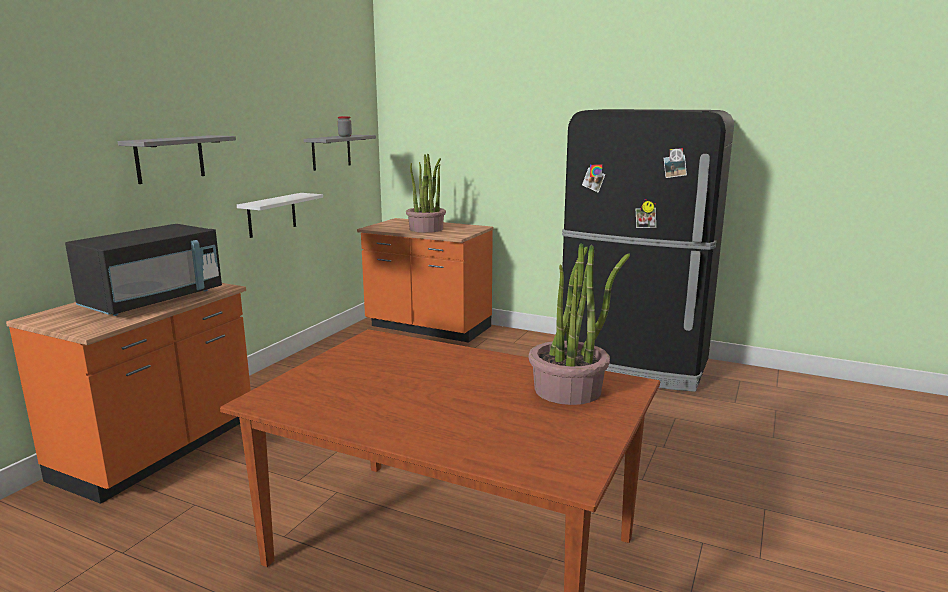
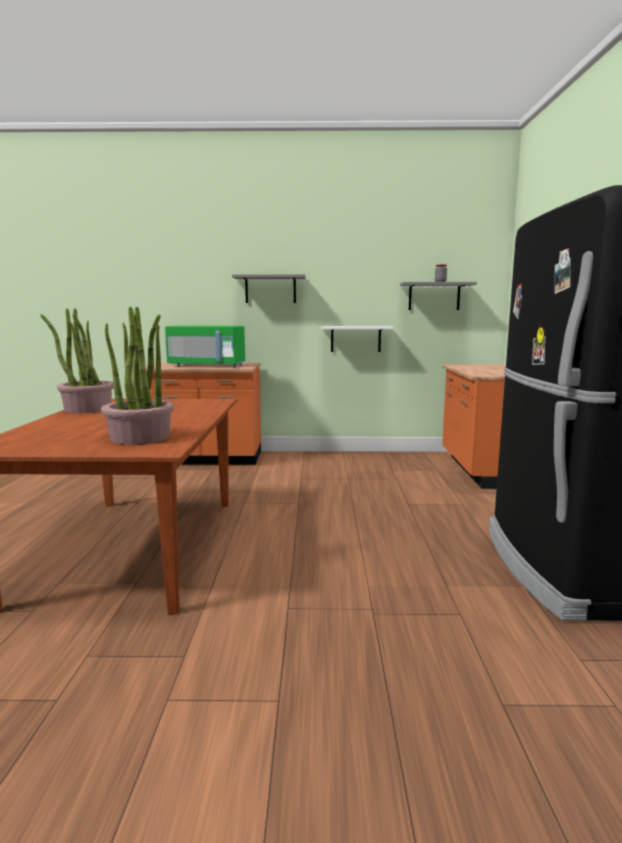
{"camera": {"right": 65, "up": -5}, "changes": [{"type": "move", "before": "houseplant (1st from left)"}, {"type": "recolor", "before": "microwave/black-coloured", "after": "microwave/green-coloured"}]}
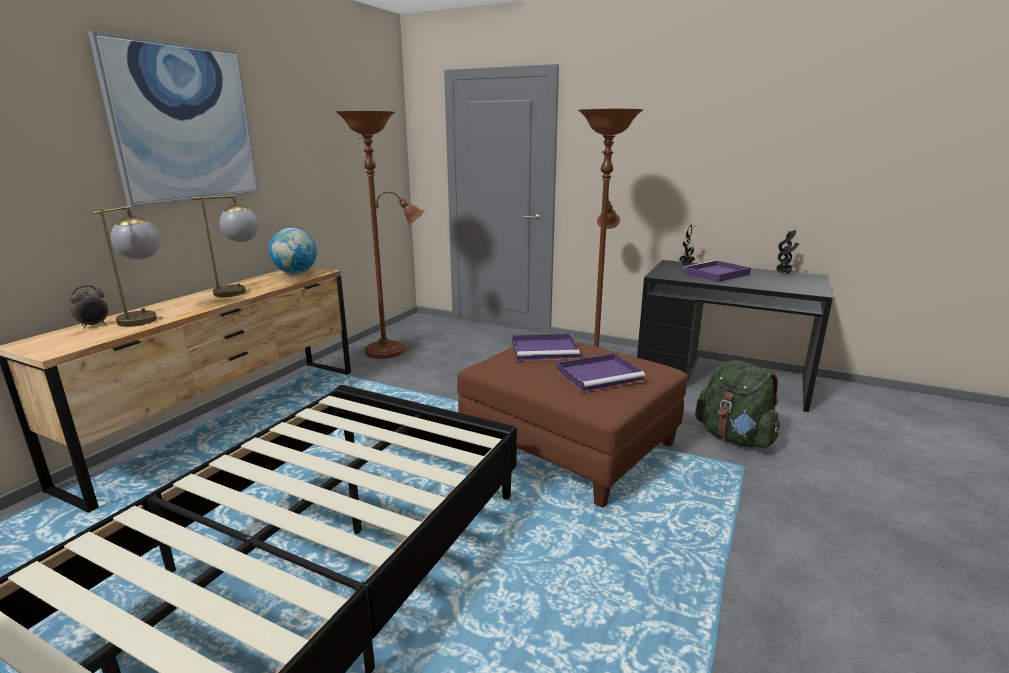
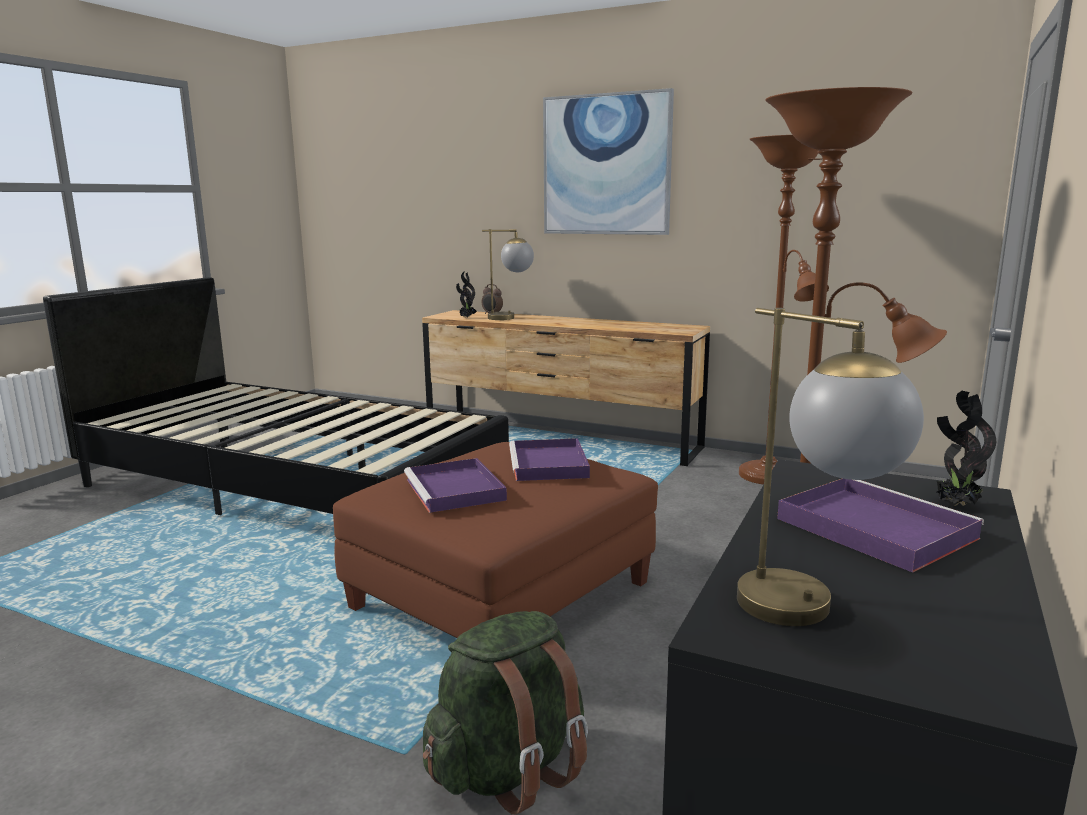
{"camera": {"right": 90, "up": -5}, "changes": [{"type": "move", "before": "lamp for a table (2nd from left)"}, {"type": "delete", "before": "world globe"}, {"type": "move", "before": "houseplant (2nd from left in the first image)", "after": "houseplant (1st from left)"}]}
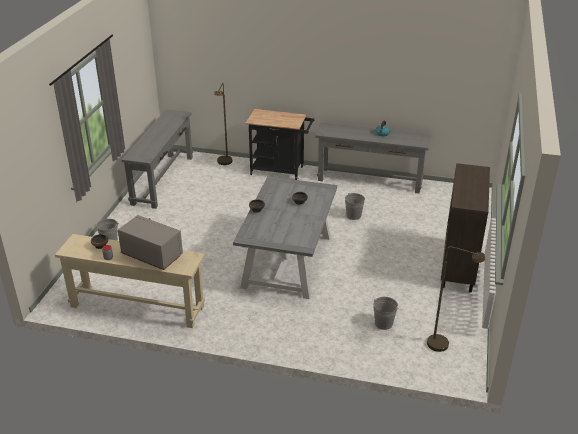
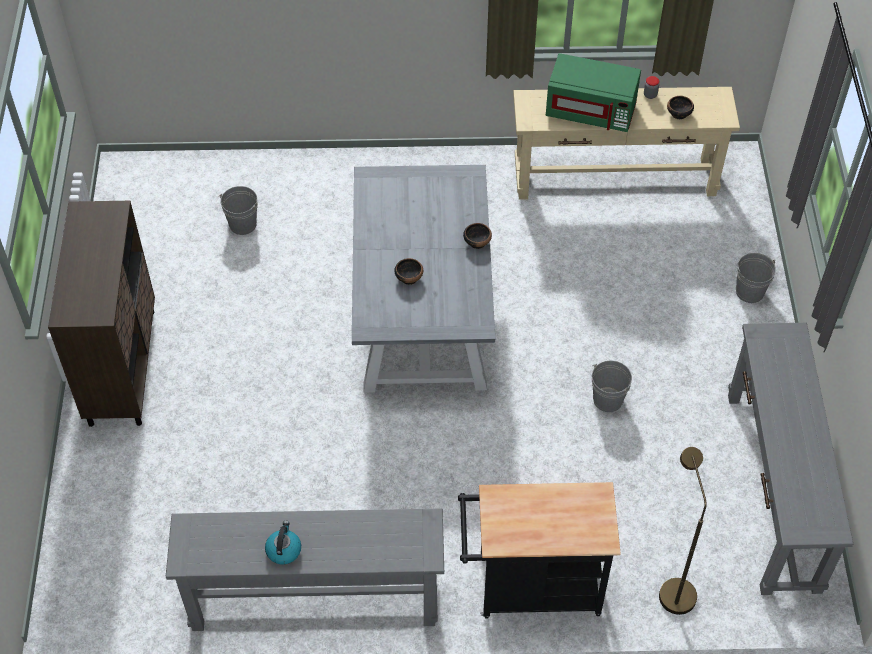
{"camera": {"right": 165, "up": 20}, "changes": [{"type": "move", "before": "bucket/grey (2nd from left)"}, {"type": "recolor", "before": "microwave/grey", "after": "microwave/green-coloured"}, {"type": "delete", "before": "standing lamp/brown (2nd from left)"}]}
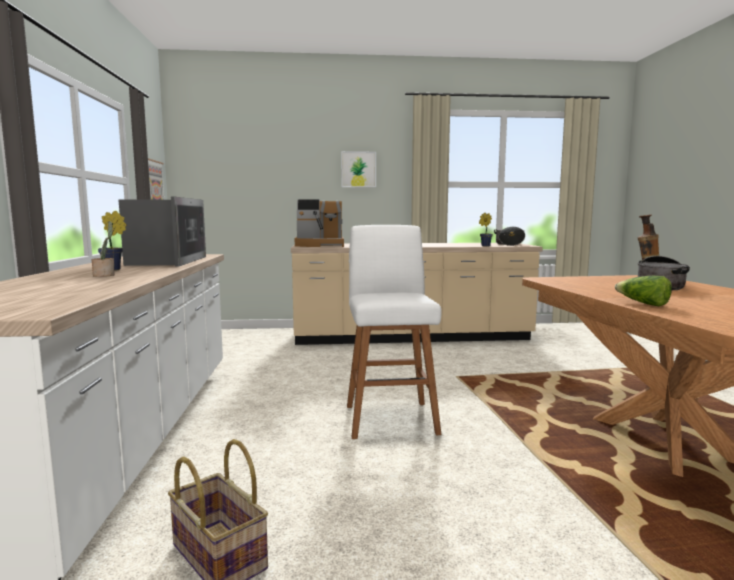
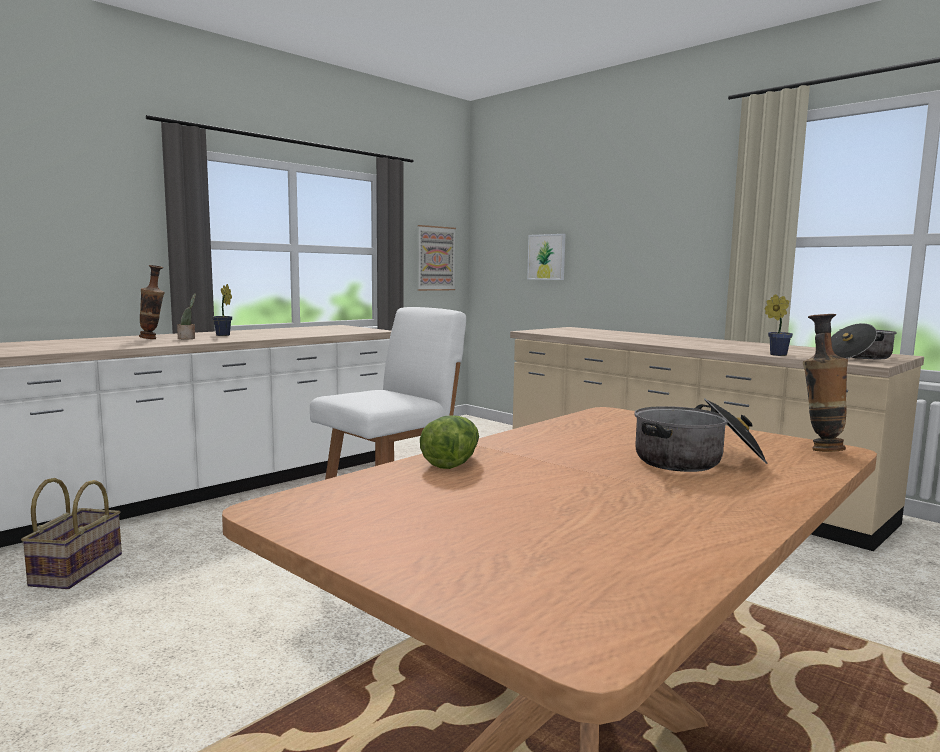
{"camera": {"right": 50, "up": 0}, "changes": [{"type": "move", "before": "wall art (2nd from left)"}, {"type": "delete", "before": "microwave"}, {"type": "delete", "before": "coffee maker"}, {"type": "insert", "after": "flower vase (1st from left)"}]}
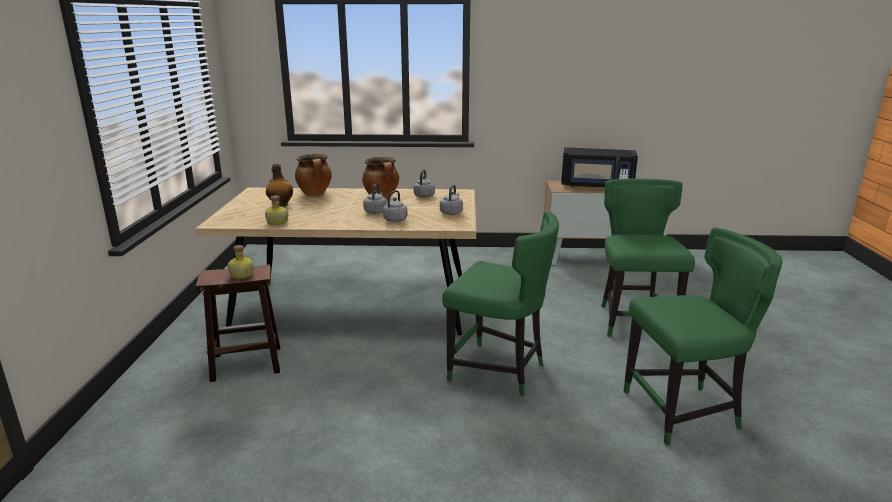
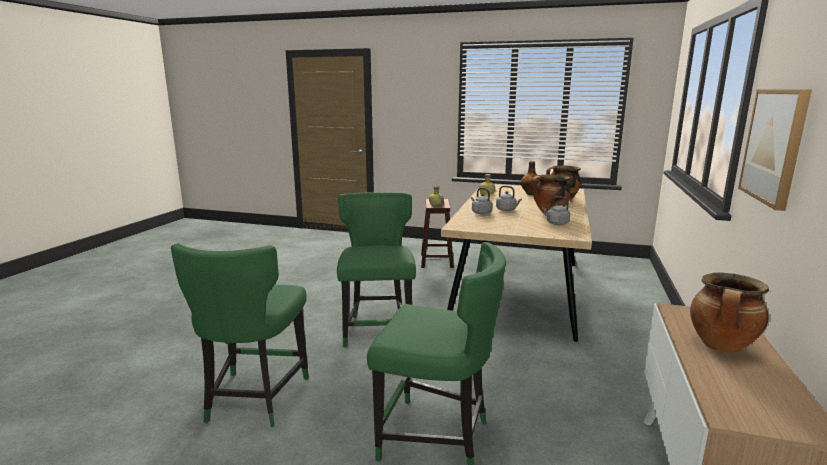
{"camera": {"right": 105, "up": -5}, "changes": [{"type": "replace", "before": "microwave/black-coloured", "after": "stockpot (3rd from left)"}, {"type": "delete", "before": "kettle/grey (4th from left)"}, {"type": "rotate", "before": "upright chair/green-coloured (1st from left in the first image)", "turn": 135}, {"type": "insert", "after": "wall art"}]}
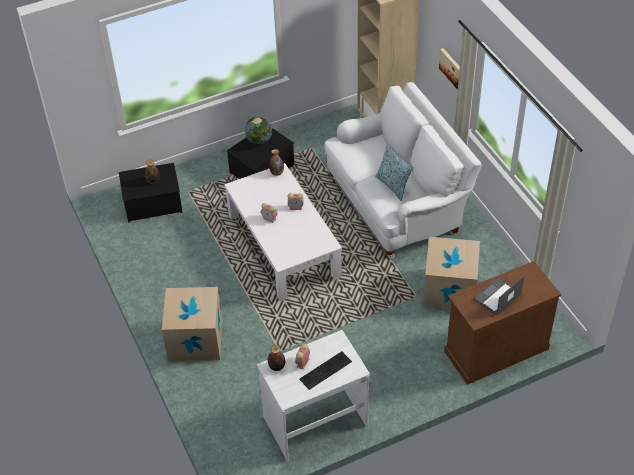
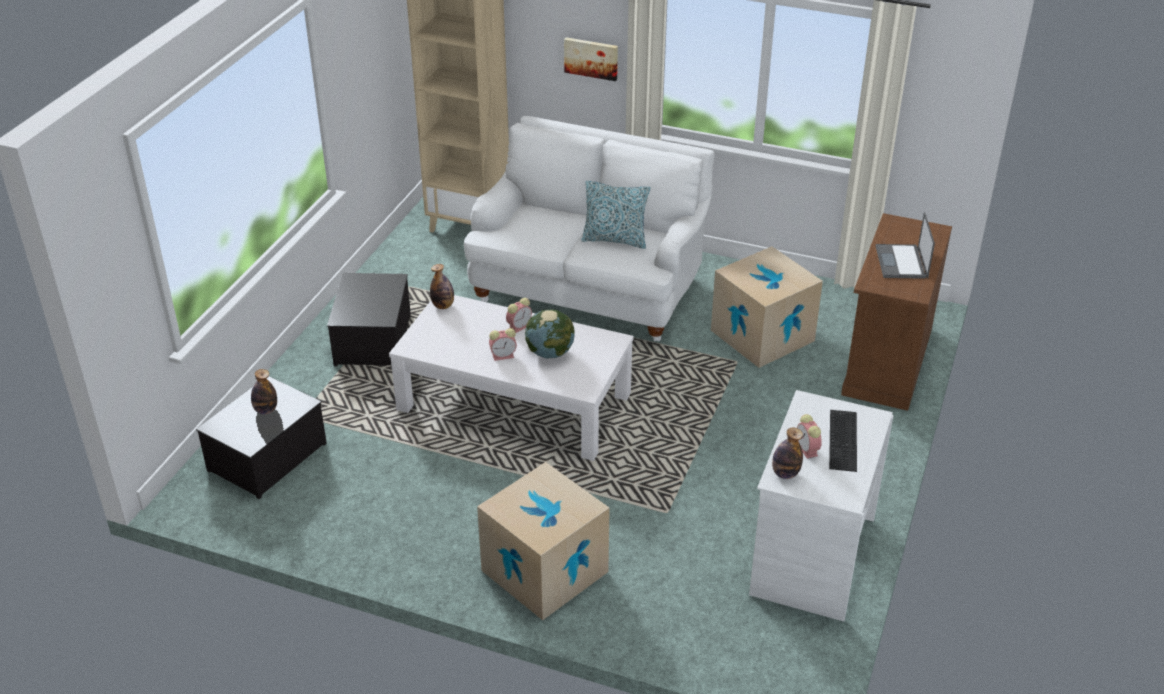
{"camera": {"right": -45, "up": -10}, "changes": [{"type": "move", "before": "world globe"}]}
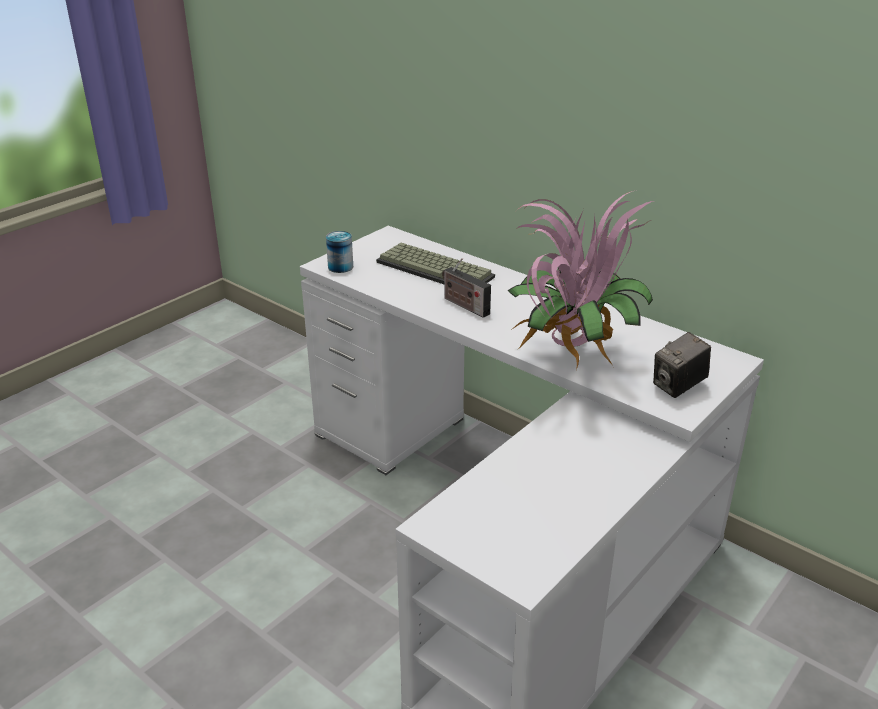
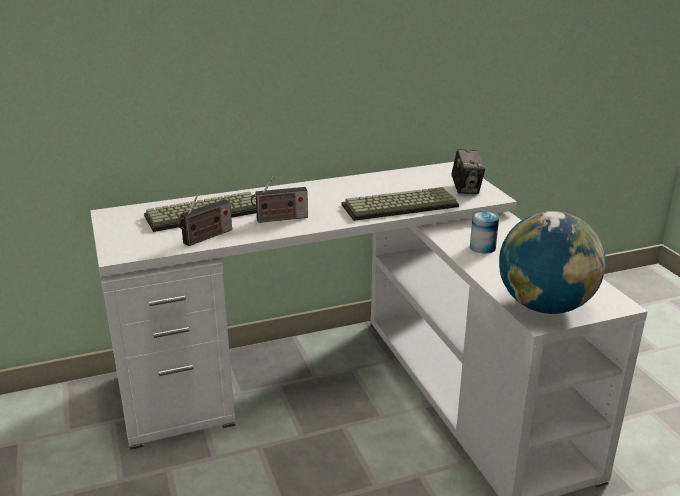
{"camera": {"right": -60, "up": -5}, "changes": [{"type": "replace", "before": "houseplant", "after": "keyboard (2nd from left)"}, {"type": "move", "before": "metal can"}, {"type": "insert", "after": "radio (1st from left)"}, {"type": "insert", "after": "world globe"}]}
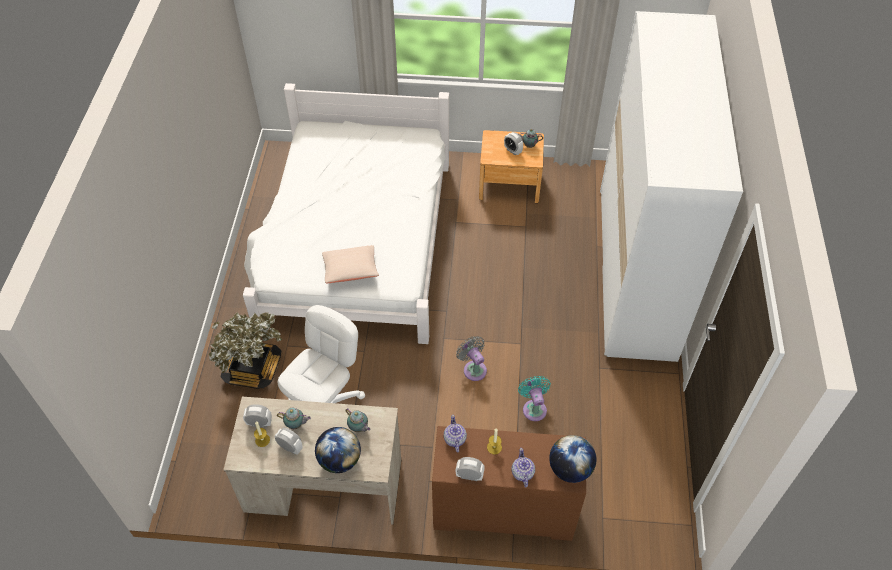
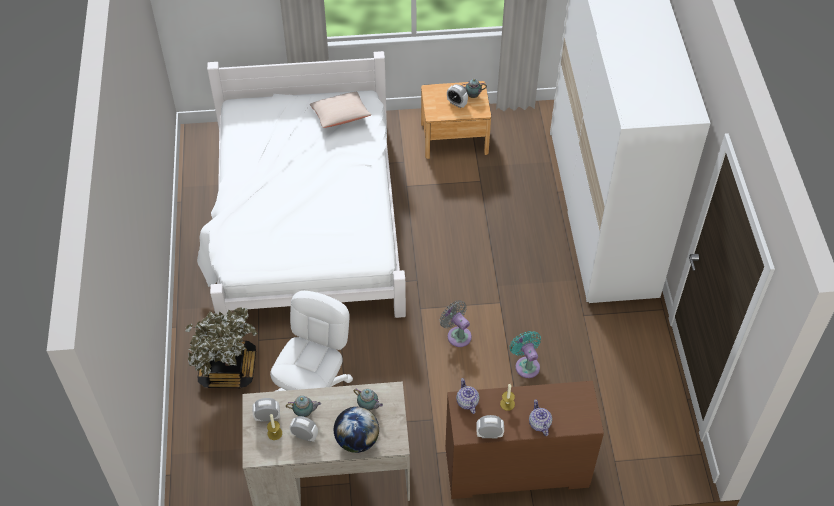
{"camera": {"right": -10, "up": 0}, "changes": [{"type": "move", "before": "throw pillow/sand-coloured"}, {"type": "delete", "before": "world globe (2nd from left)"}]}
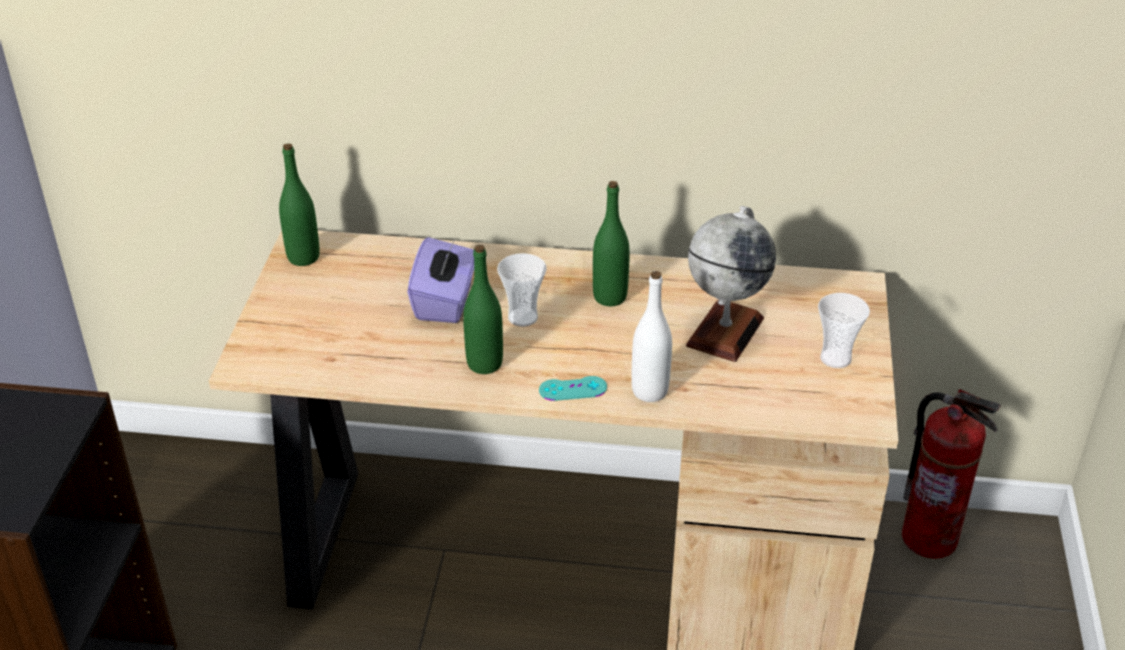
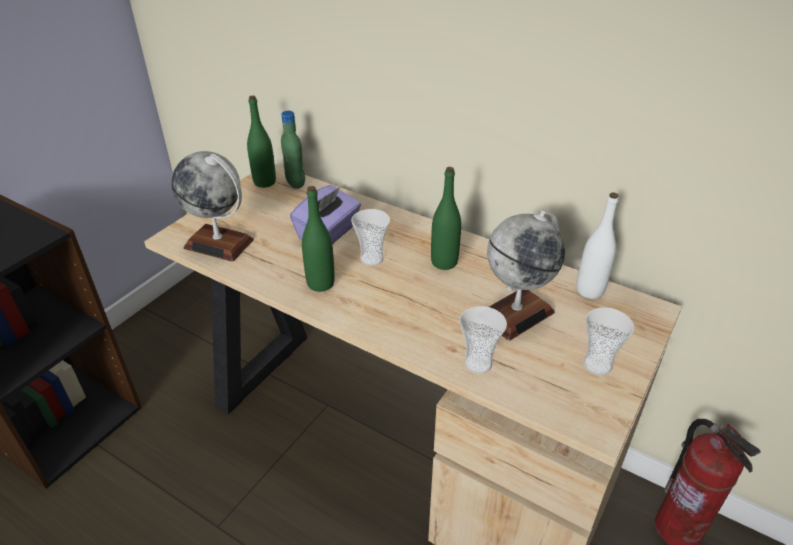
{"camera": {"right": 25, "up": 0}, "changes": [{"type": "move", "before": "bottle/whitish"}, {"type": "delete", "before": "gamepad/turquoise-coloured"}, {"type": "insert", "after": "bottle/green-coloured (2nd from left)"}, {"type": "insert", "after": "world globe (1st from left)"}, {"type": "insert", "after": "small cup (2nd from left)"}]}
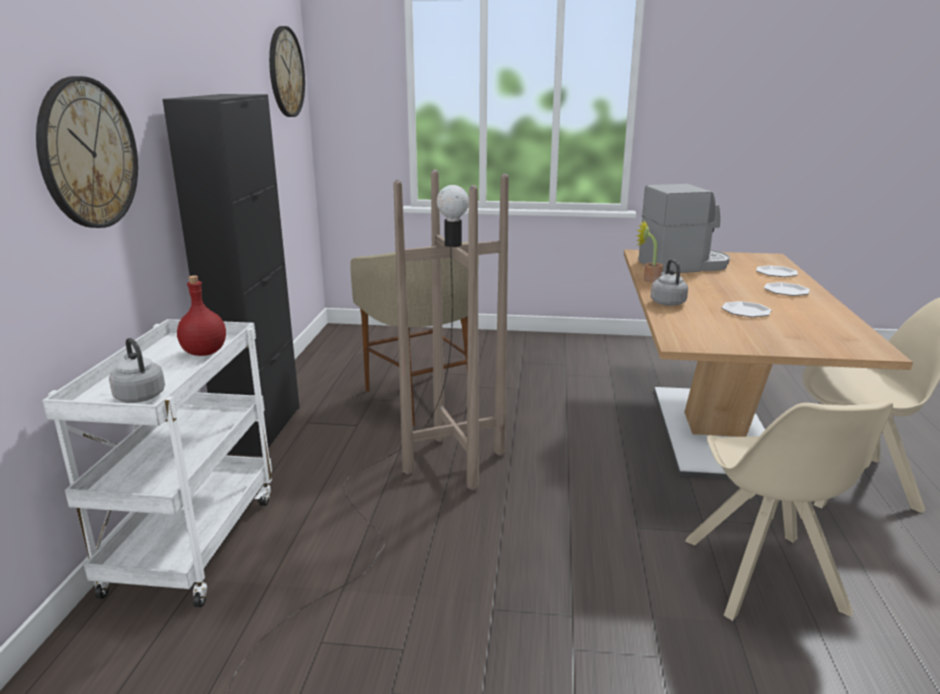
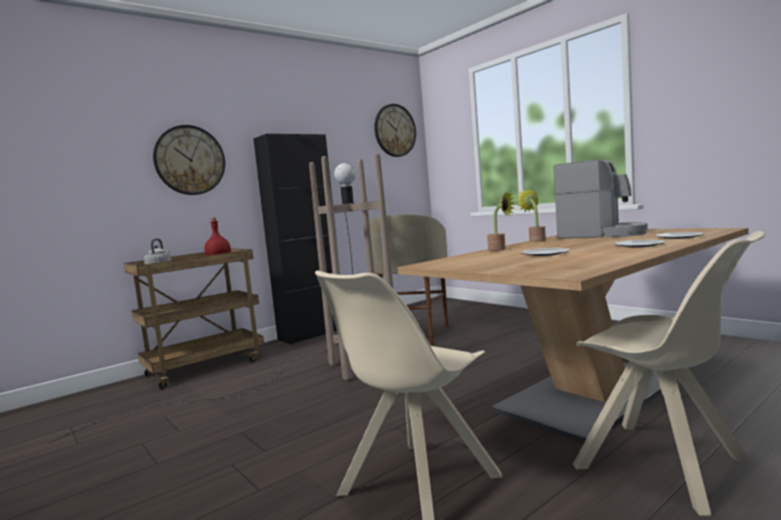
{"camera": {"right": 45, "up": -15}, "changes": [{"type": "replace", "before": "kettle/grey (2nd from left)", "after": "houseplant (1st from left)"}, {"type": "recolor", "before": "cart/whitish", "after": "cart/brown"}]}
